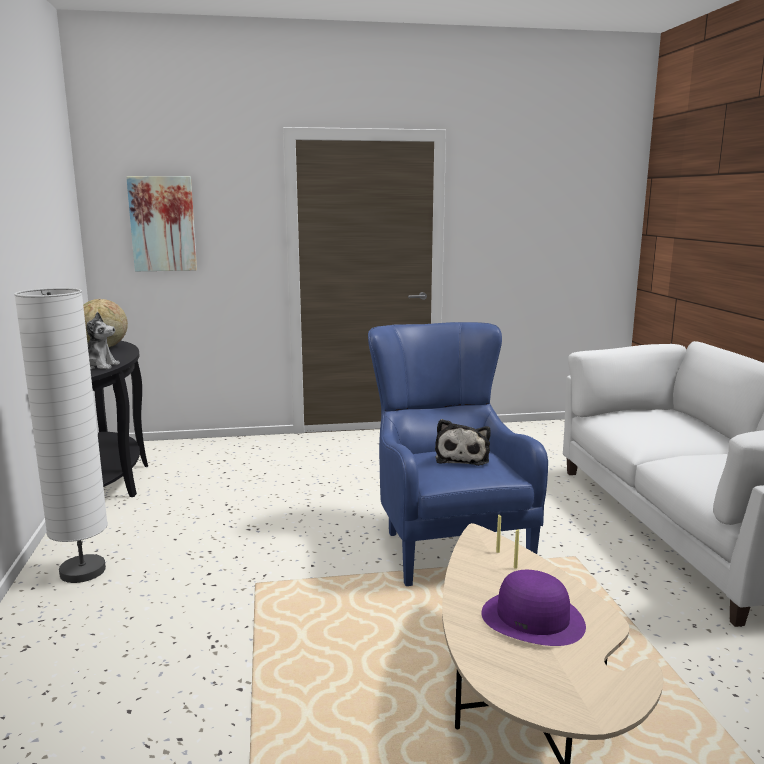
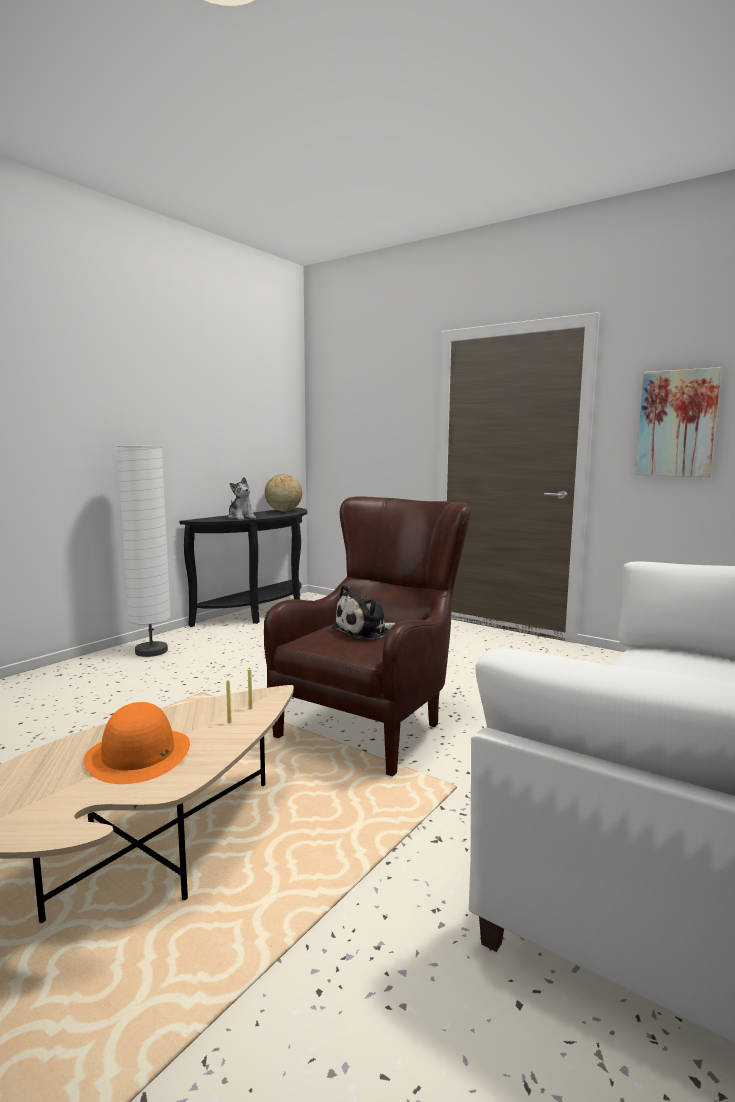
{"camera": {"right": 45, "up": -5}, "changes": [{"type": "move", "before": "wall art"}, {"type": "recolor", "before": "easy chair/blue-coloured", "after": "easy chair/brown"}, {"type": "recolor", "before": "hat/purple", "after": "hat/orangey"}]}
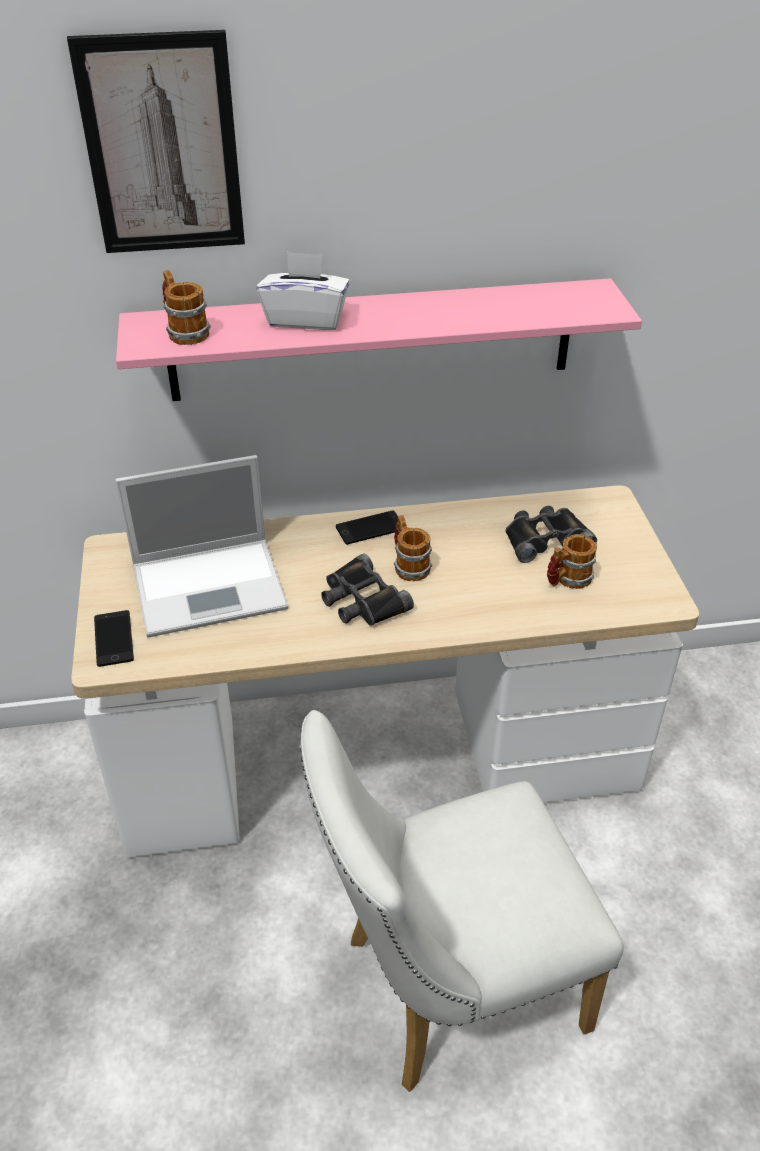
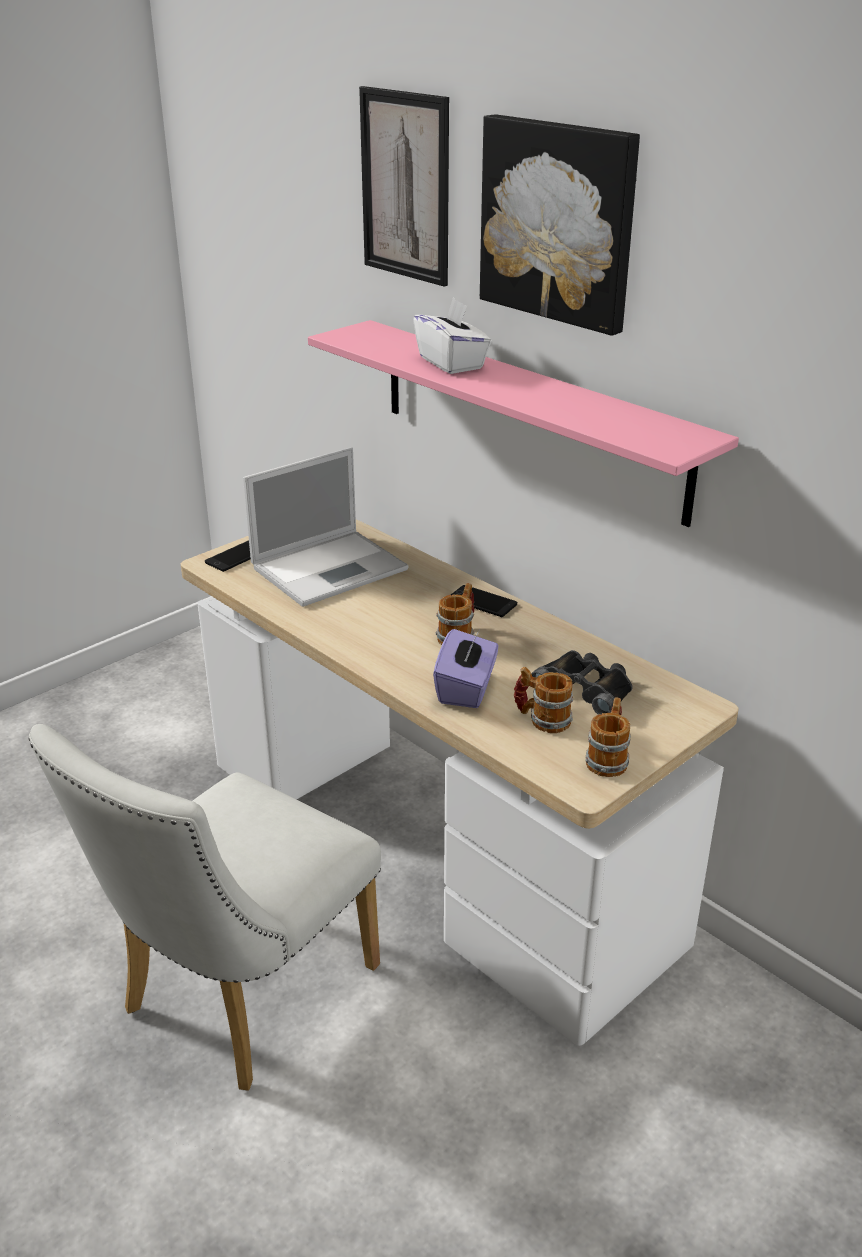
{"camera": {"right": 55, "up": -10}, "changes": [{"type": "move", "before": "mug (1st from left in the first image)", "after": "mug (3rd from left)"}, {"type": "rotate", "before": "portable computer", "turn": -75}, {"type": "delete", "before": "field glasses/black-coloured (1st from left)"}, {"type": "rotate", "before": "upright chair/whitish", "turn": -90}, {"type": "insert", "after": "wall art (2nd from left)"}, {"type": "insert", "after": "box of tissues/purple"}]}
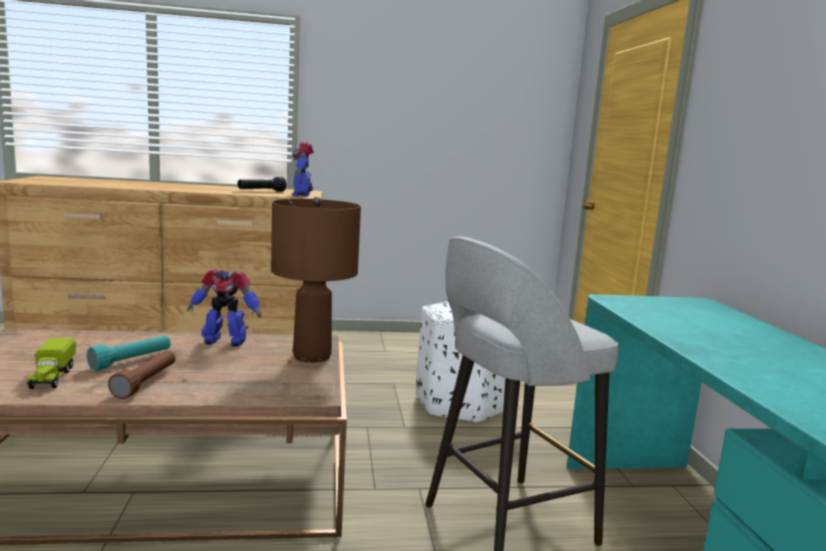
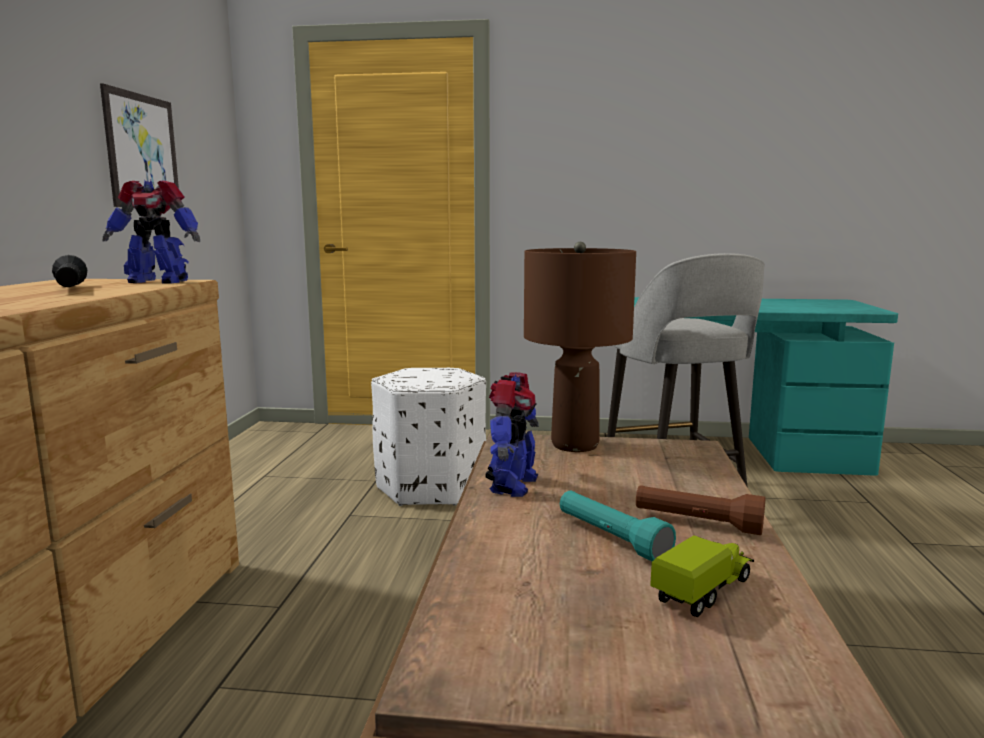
{"camera": {"right": -75, "up": 0}, "changes": [{"type": "rotate", "before": "toy truck", "turn": -45}, {"type": "insert", "after": "wall art"}]}
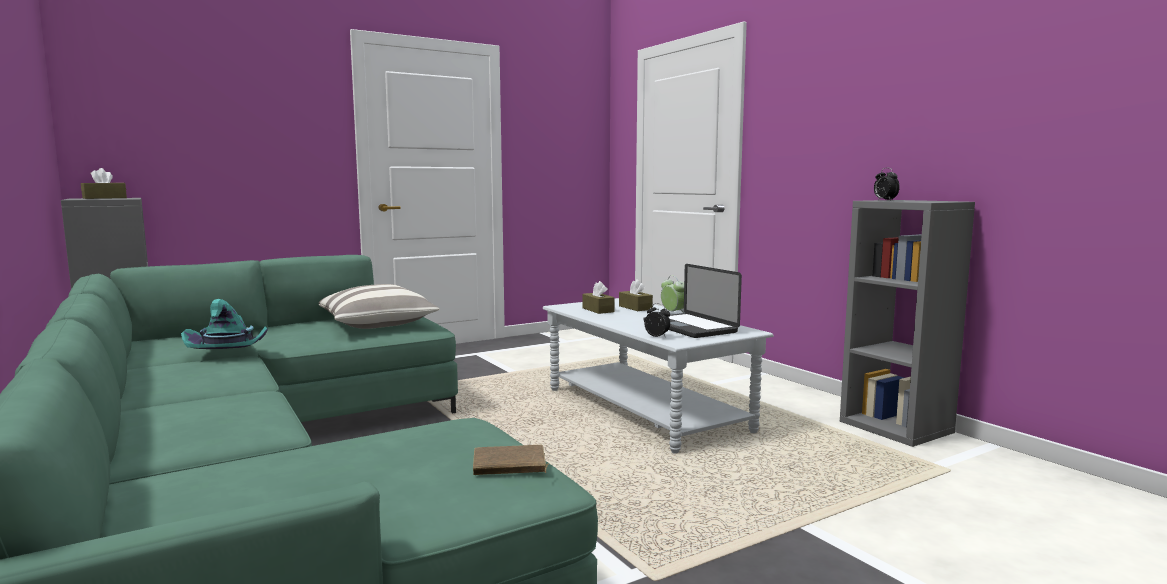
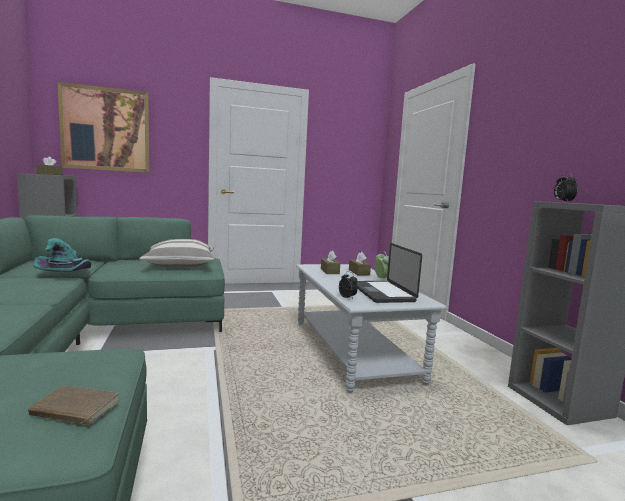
{"camera": {"right": 15, "up": 0}, "changes": [{"type": "insert", "after": "wall art"}]}
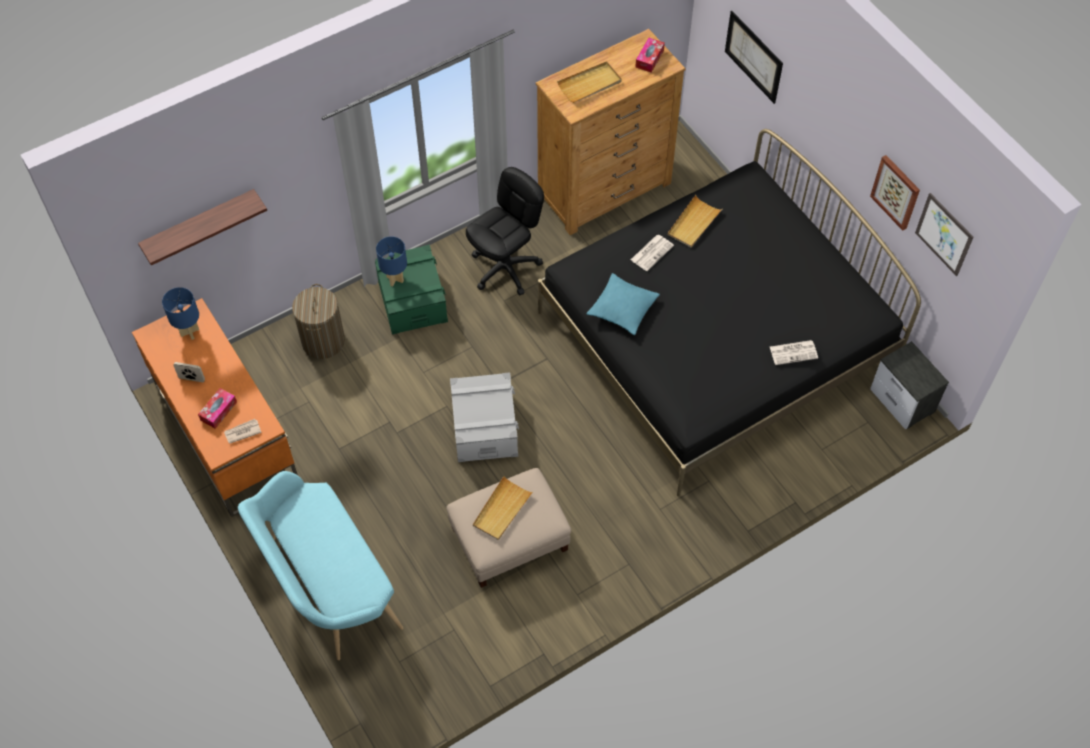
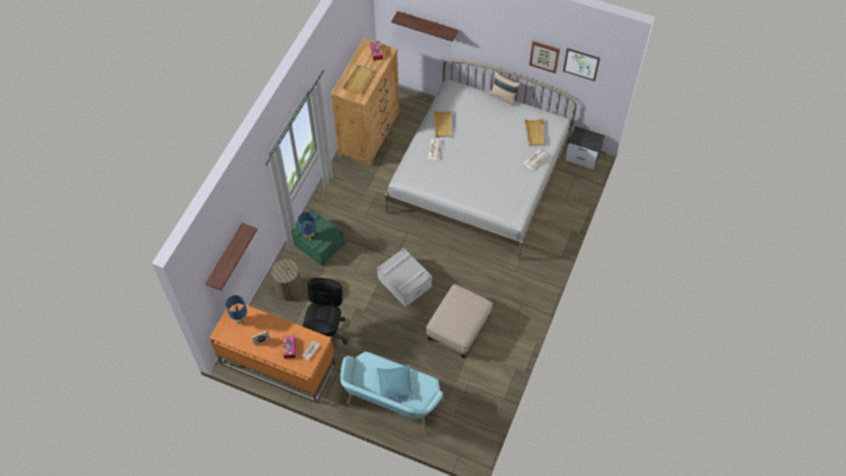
{"camera": {"right": -35, "up": 0}, "changes": [{"type": "replace", "before": "wall art (1st from left)", "after": "wall shelf (2nd from left)"}, {"type": "recolor", "before": "bed/black-coloured", "after": "bed/whitish"}, {"type": "move", "before": "office chair/black-coloured"}, {"type": "move", "before": "throw pillow/turquoise-coloured"}, {"type": "move", "before": "carrying tray/sand-coloured (1st from left in the first image)", "after": "carrying tray/sand-coloured (3rd from left)"}, {"type": "insert", "after": "throw pillow/sand-coloured"}]}
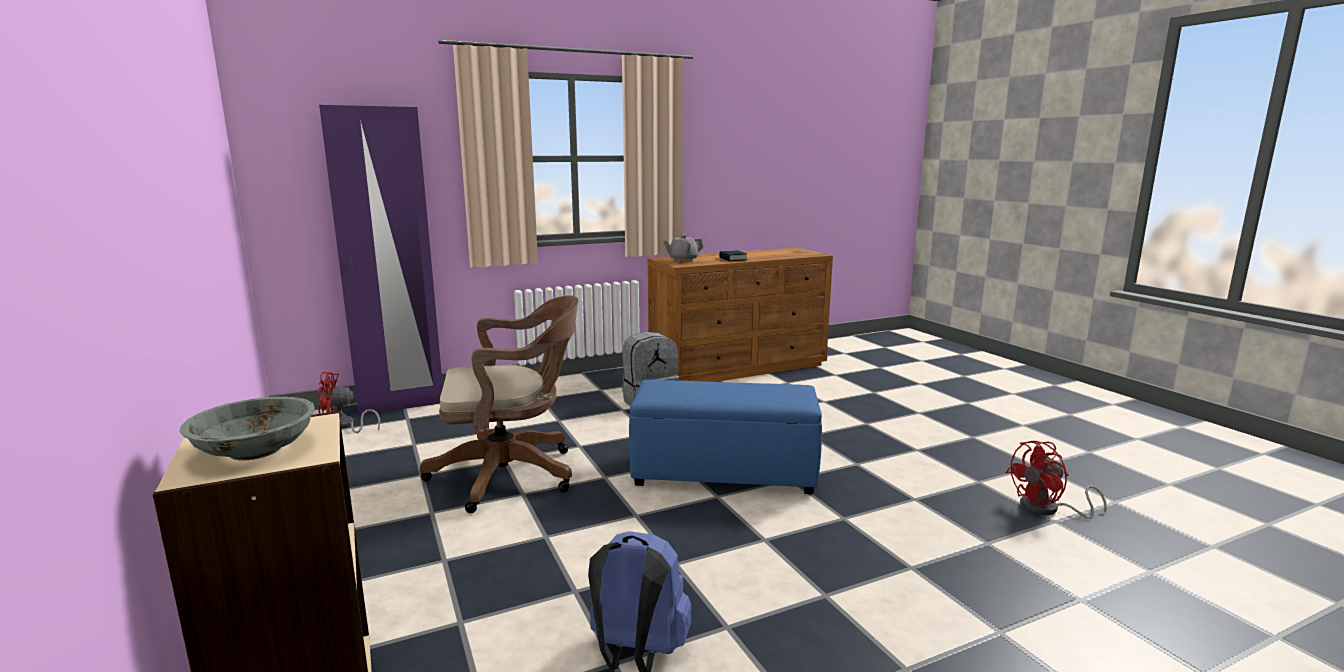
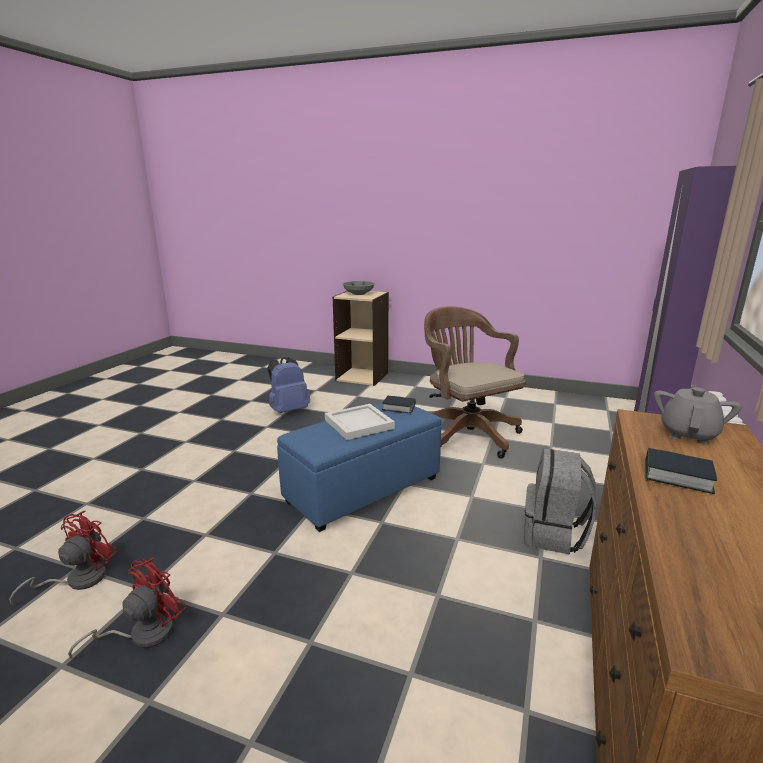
{"camera": {"right": 135, "up": 5}, "changes": [{"type": "rotate", "before": "office chair/brown", "turn": 120}, {"type": "move", "before": "fan/red (1st from left in the first image)", "after": "fan/red (2nd from left)"}, {"type": "insert", "after": "bound book (1st from left)"}, {"type": "insert", "after": "carrying tray/whitish"}]}
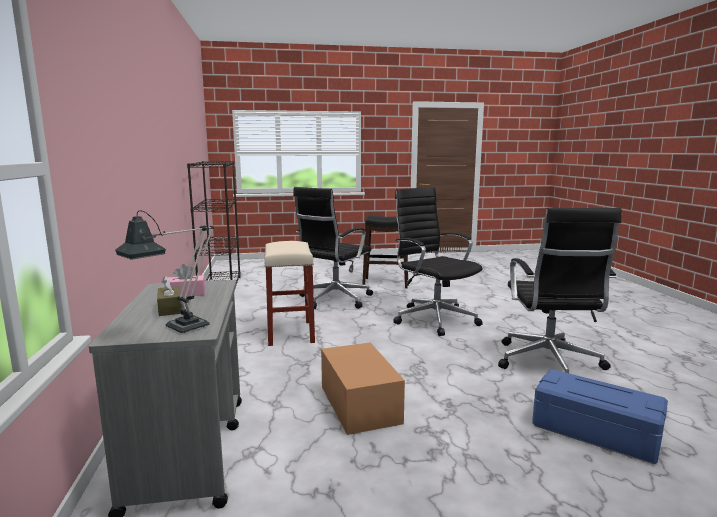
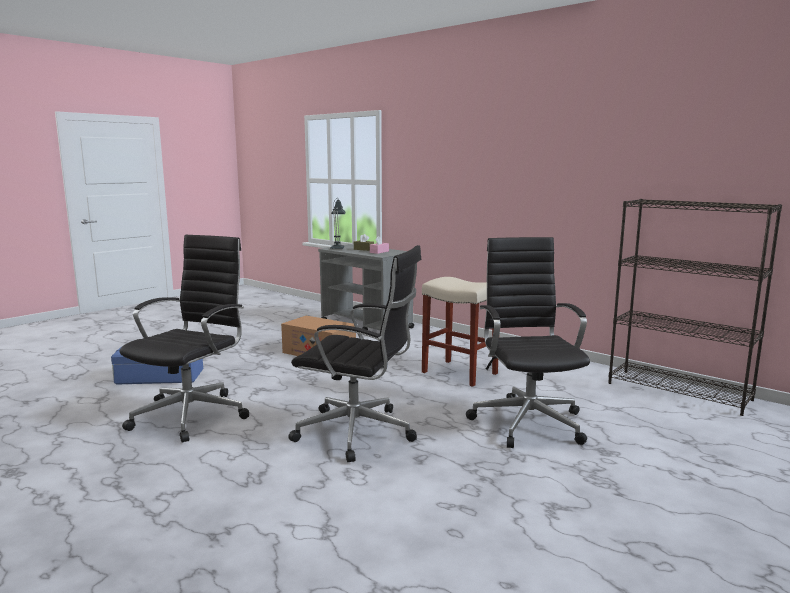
{"camera": {"right": 140, "up": 0}, "changes": [{"type": "rotate", "before": "office chair/black-coloured (3rd from left in the first image)", "turn": 60}, {"type": "delete", "before": "sitting stool/black-coloured"}]}
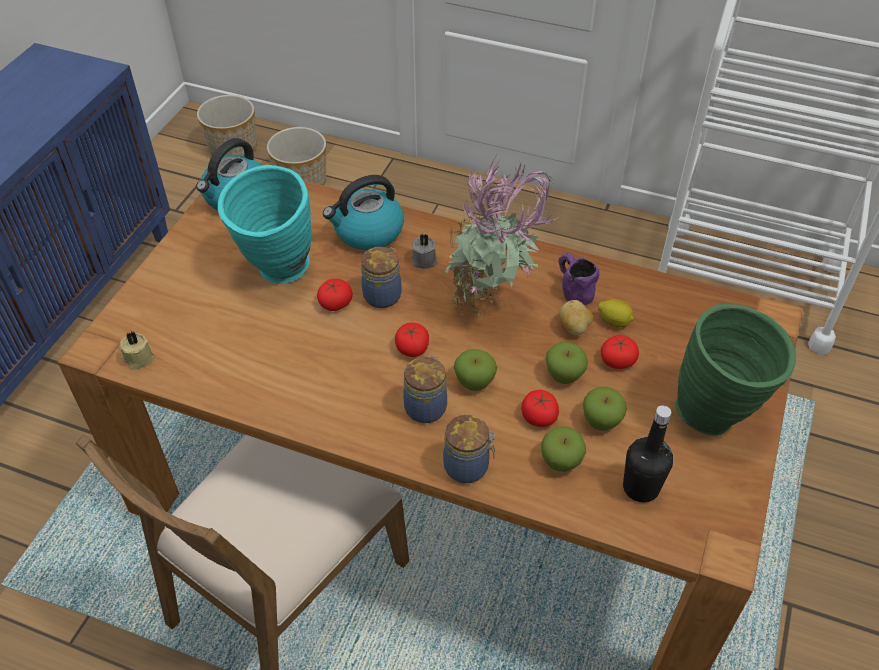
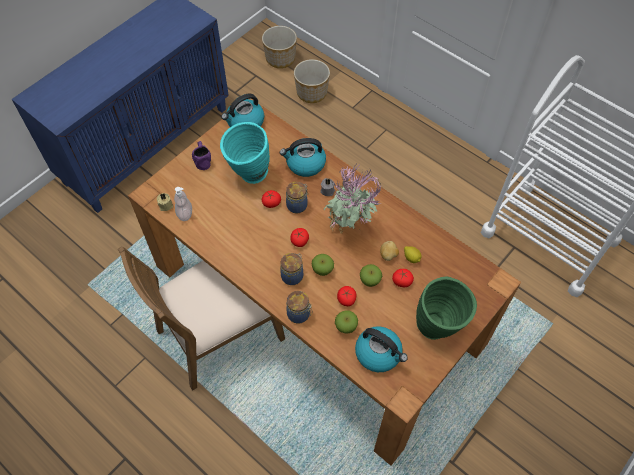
{"camera": {"right": 20, "up": 10}, "changes": [{"type": "move", "before": "mug/purple"}, {"type": "delete", "before": "apple (4th from left)"}, {"type": "replace", "before": "bottle/black-coloured", "after": "kettle (3rd from left)"}, {"type": "insert", "after": "soap dispenser"}]}
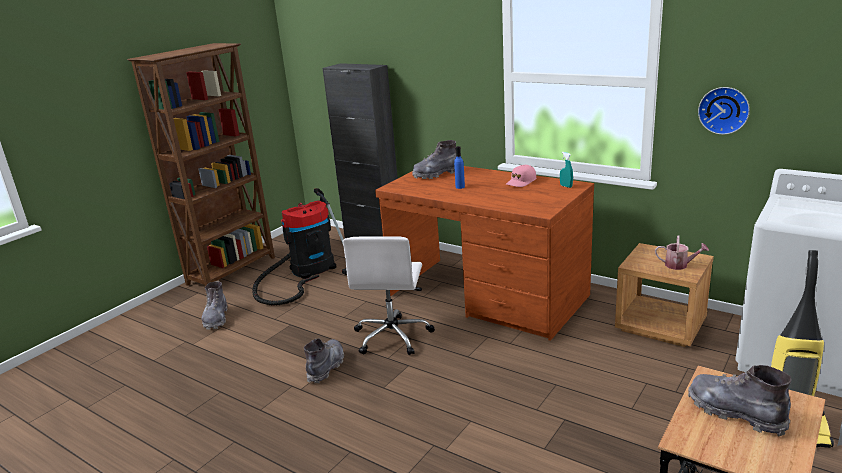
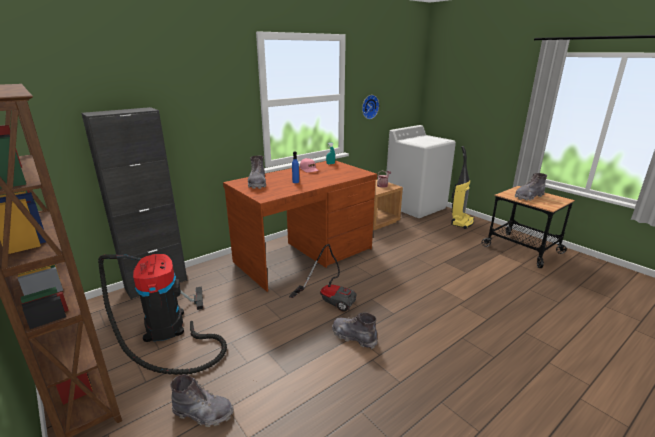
{"camera": {"right": -75, "up": 0}, "changes": [{"type": "replace", "before": "office chair/whitish", "after": "vacuum (2nd from left)"}]}
